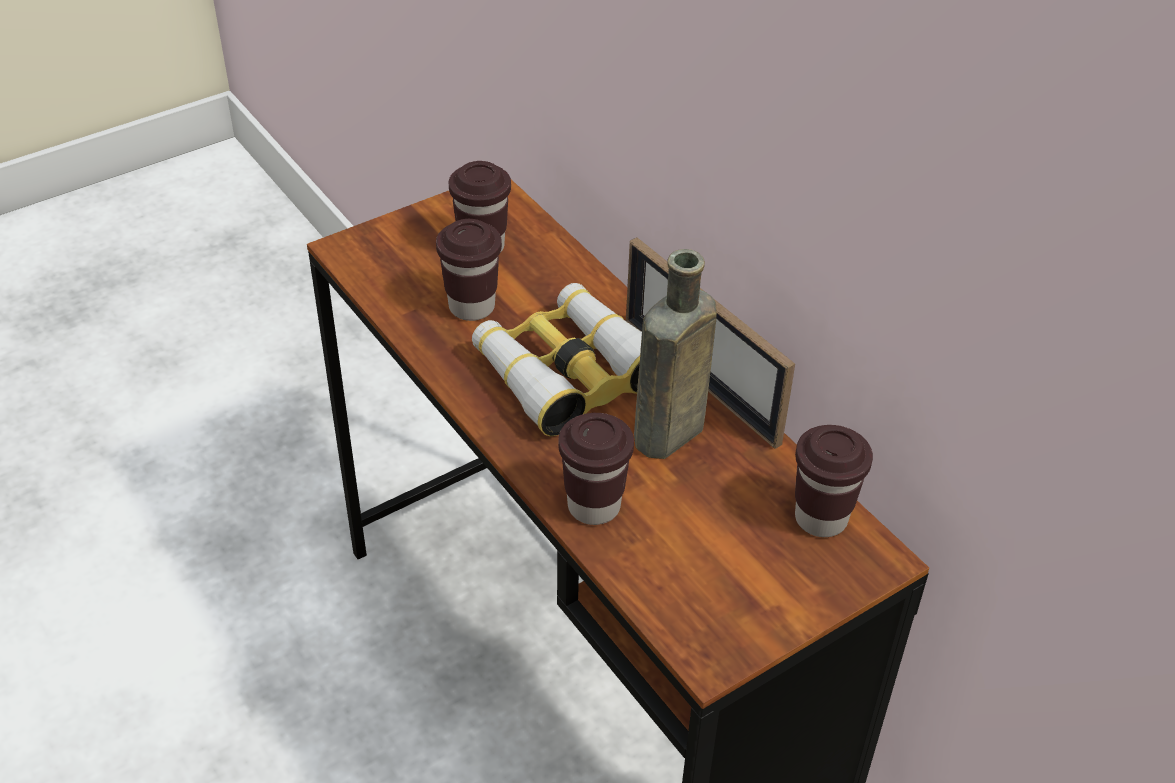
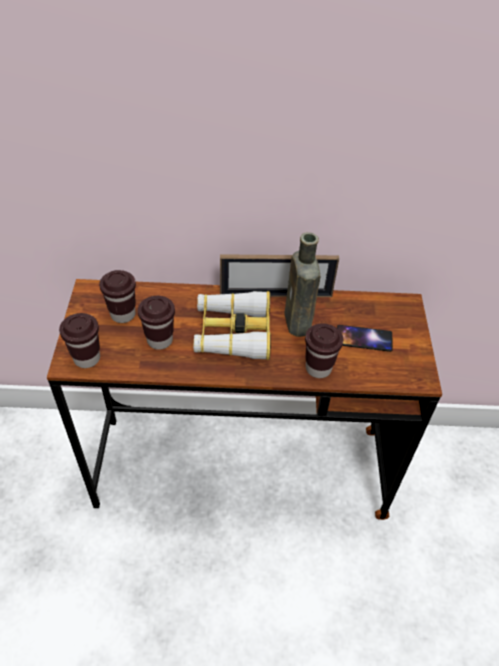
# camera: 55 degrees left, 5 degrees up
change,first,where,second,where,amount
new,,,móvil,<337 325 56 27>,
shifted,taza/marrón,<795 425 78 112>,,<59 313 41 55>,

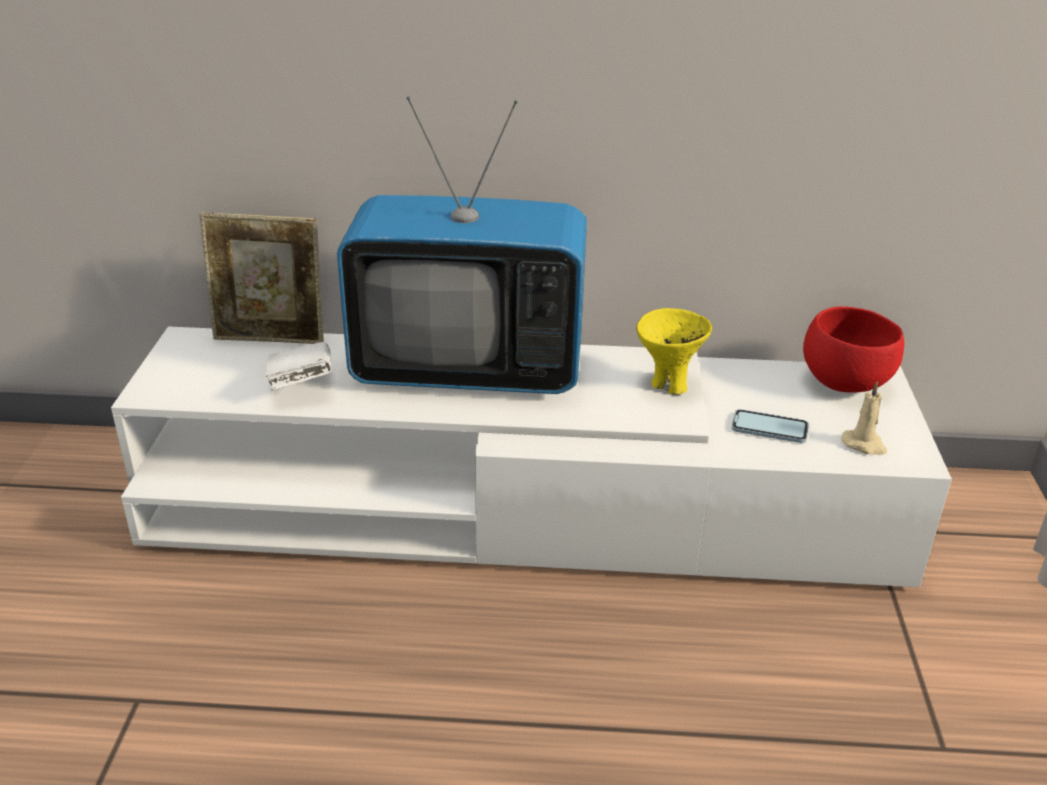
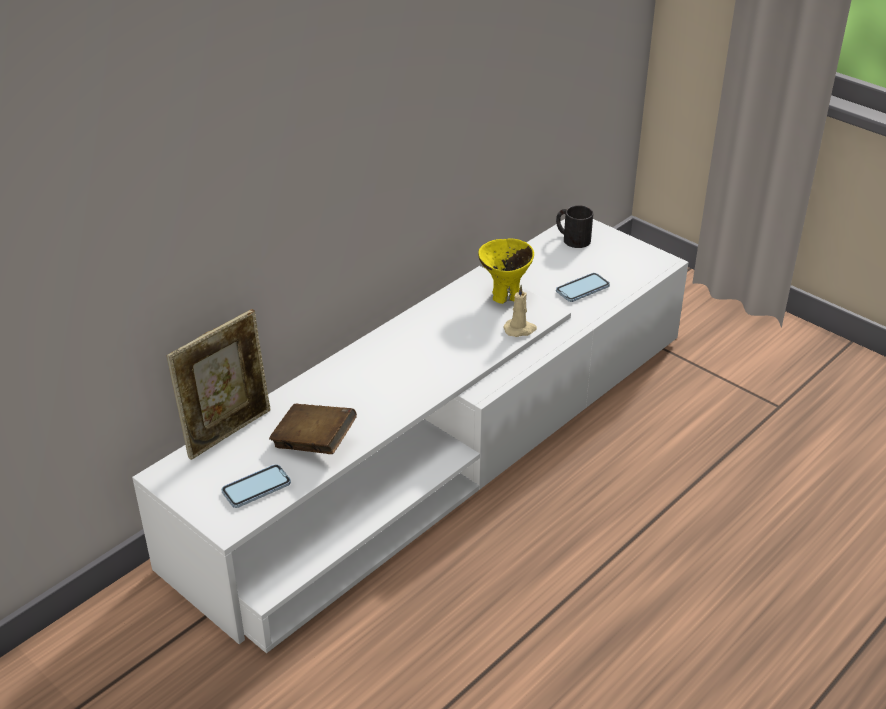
# camera: 50 degrees left, 5 degrees up
change,first,where,second,where,amount
gone,televisor,<337 96 250 298>,,,
new,,,móvil,<221 464 70 44>,
shifted,vela/beis,<841 382 46 73>,,<503 285 34 52>,
swapped,cuenco/rojo,<803 306 101 87>,taza grande/negro,<556 205 37 43>,
repainted,libro/blanco,<265 342 66 48>,libro/marrón,<269 404 88 50>,

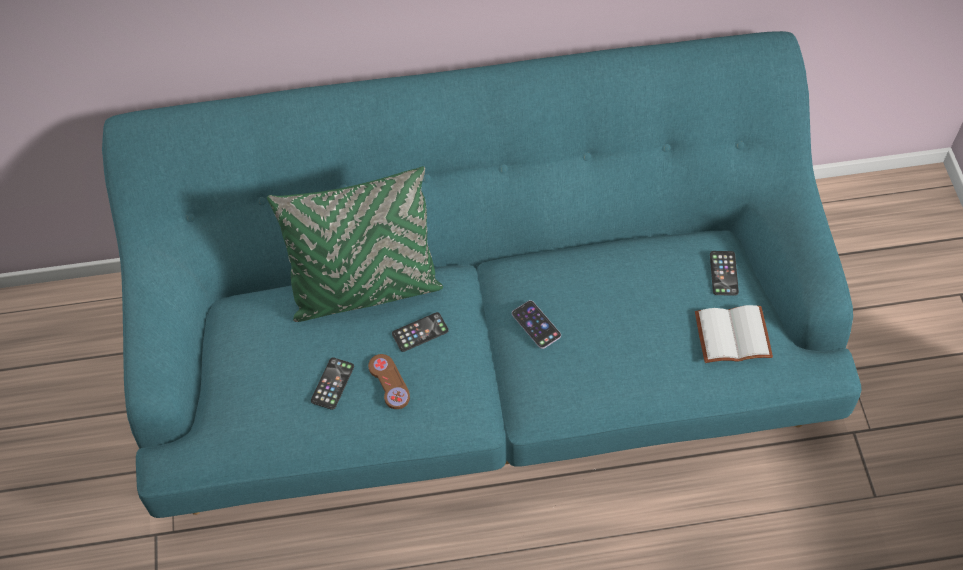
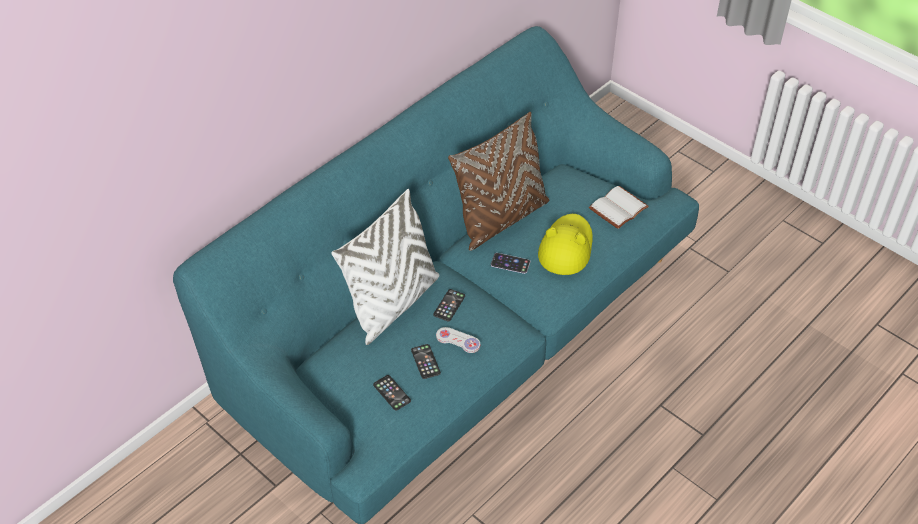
# camera: 40 degrees left, 10 degrees down
change,first,where,second,where,amount
new,,,cojín/marrón,<448 112 101 139>,
new,,,sombrero/amarillo,<538 214 55 61>,
shifted,móvil,<710 251 29 44>,,<373 375 38 36>,
repainted,cojín/verde,<267 166 176 156>,cojín/blanco,<331 189 108 156>,
repainted,mando de consola/marrón,<368 354 42 55>,mando de consola/blanco,<436 327 44 26>,

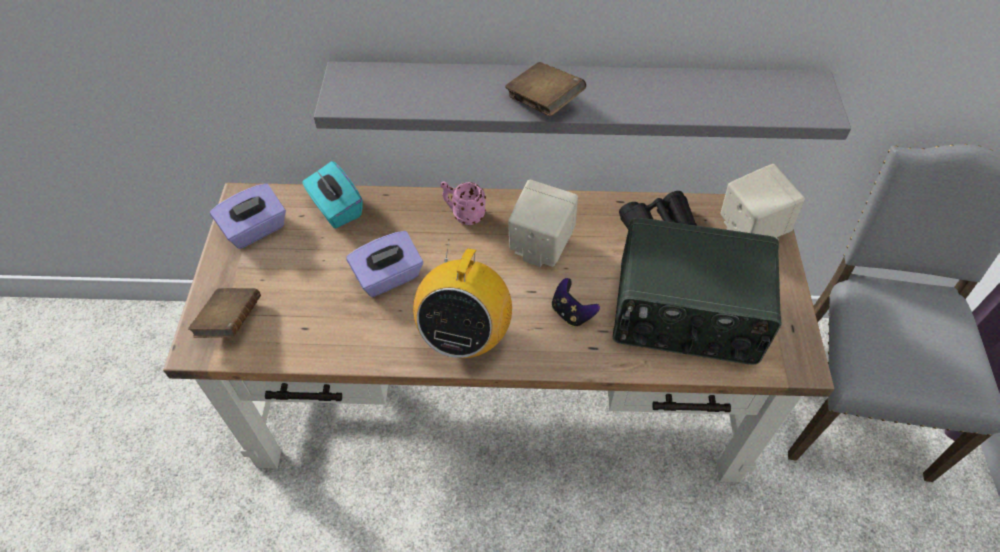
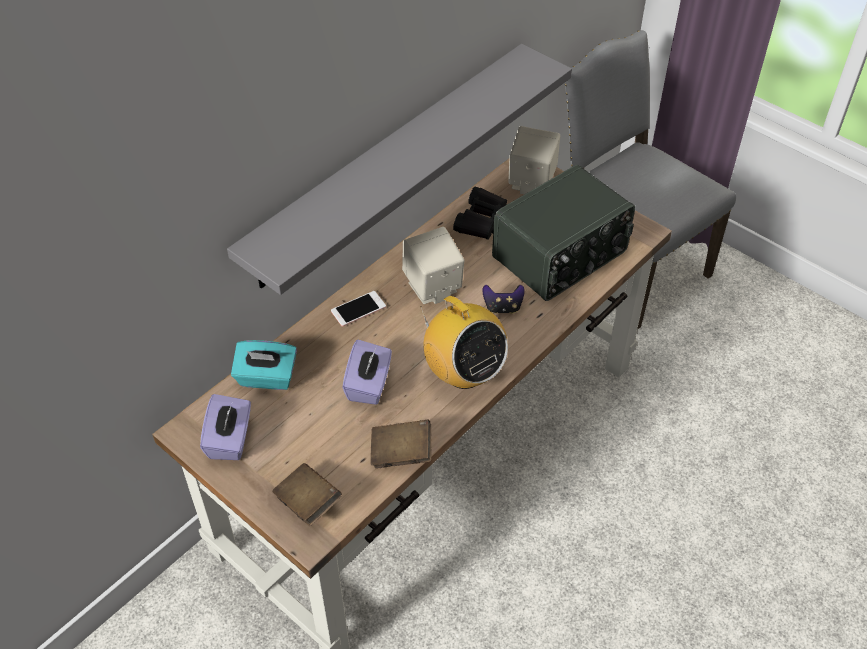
# camera: 50 degrees left, 5 degrees down
change,first,where,second,where,amount
shifted,libro/marrón,<505 62 81 54>,,<370 419 61 49>,
swapped,taza grande/rosa,<440 182 46 43>,móvil,<331 291 55 36>,

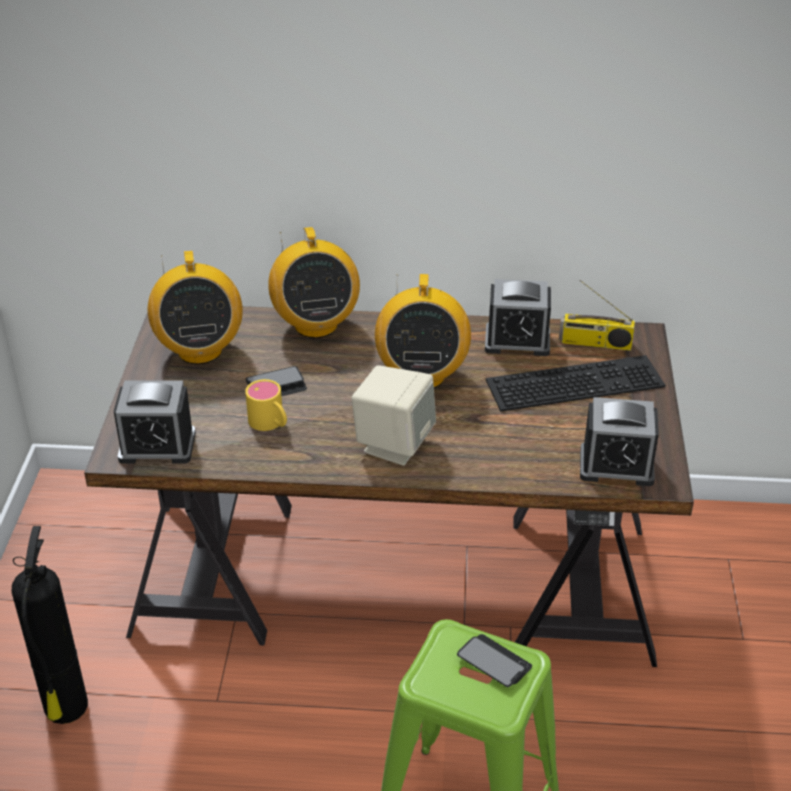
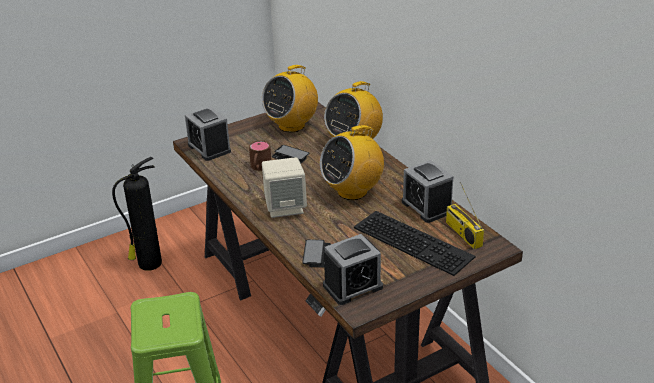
# camera: 55 degrees right, 5 degrees down
change,first,where,second,where,amount
shifted,móvil,<457 634 75 53>,,<302 240 29 28>,
repainted,taza grande/amarillo,<245 379 42 52>,taza grande/marrón,<249 140 22 31>,
rotated,despertador,<580 397 79 89>,,<323 234 60 71>,90 degrees counterclockwise

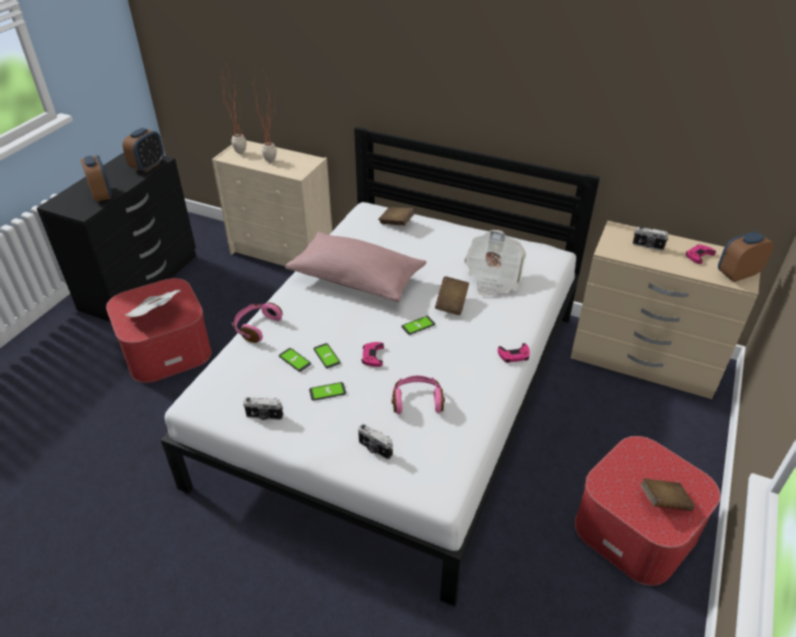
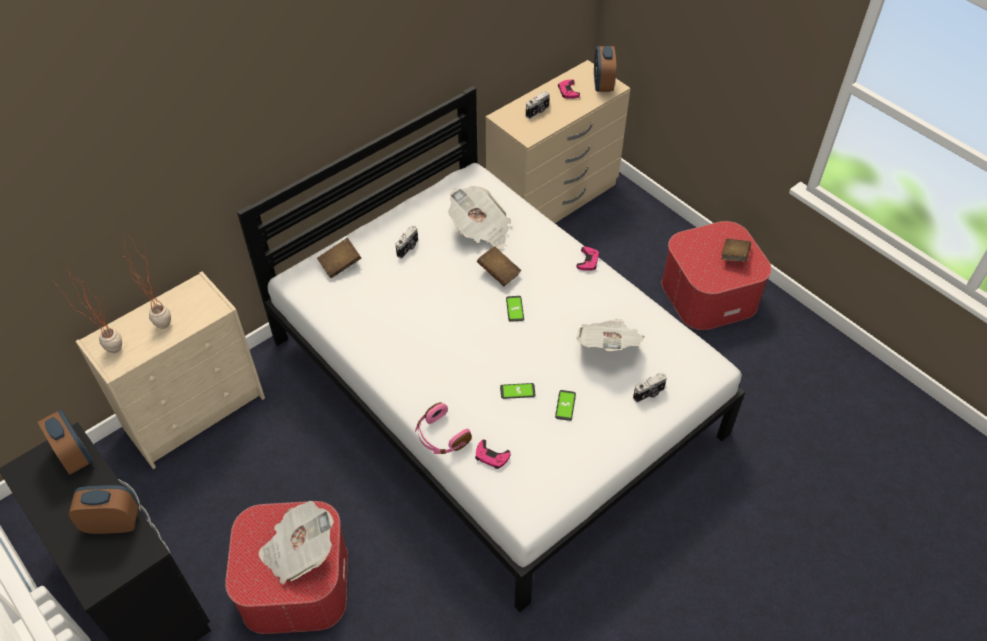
# camera: 65 degrees left, 10 degrees up
change,first,where,second,where,amount
gone,móvil,<279 348 32 24>,,,
gone,cojín/rosa,<285 232 141 70>,,,
shifted,cámara,<243 397 40 23>,,<396 226 22 33>,
shifted,mando de consola/rosa,<361 342 23 25>,,<475 439 35 30>,
swapped,auriculares/rosa,<392 376 53 38>,periódico,<576 319 69 32>,

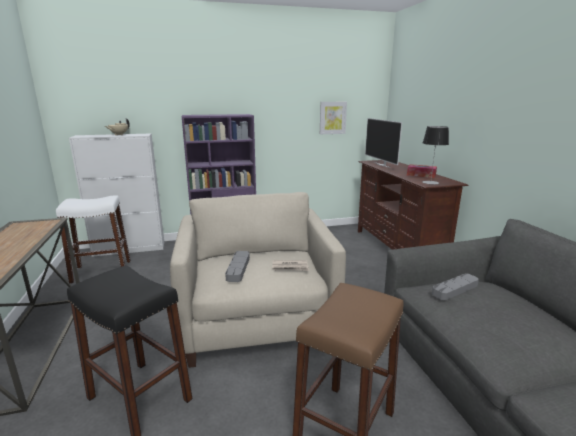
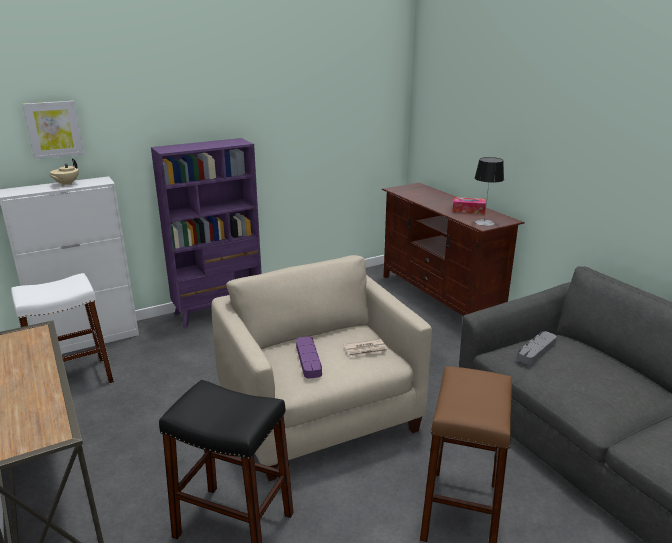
# camera: 15 degrees left, 5 degrees up
change,first,where,second,where,amount
gone,televisor,<365 118 37 50>,,,
shifted,cuadro,<320 102 27 32>,,<22 101 62 58>,
repainted,bandeja/gris,<225 251 25 31>,bandeja/morado,<296 336 26 42>,

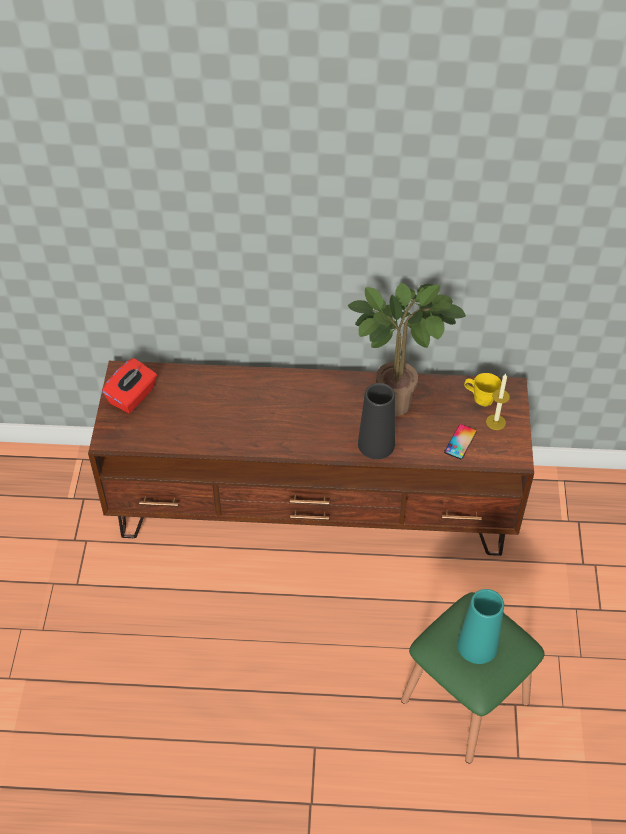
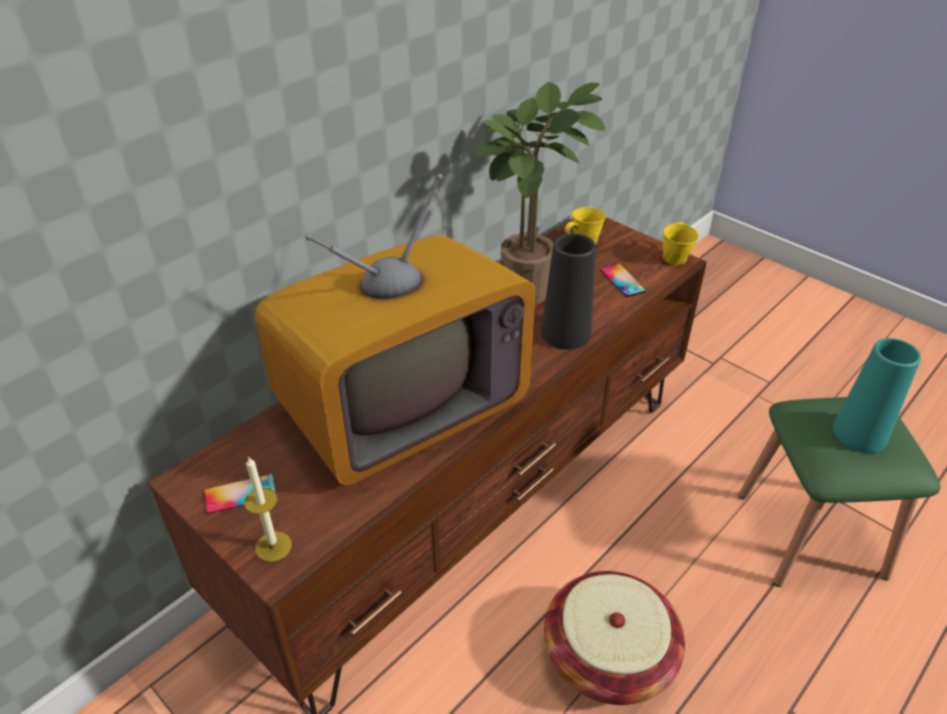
# camera: 50 degrees left, 10 degrees down
change,first,where,second,where,amount
new,,,televisor,<255 174 281 311>,
new,,,cesta,<544 571 141 134>,
new,,,taza grande/amarillo,<663 222 35 43>,
shifted,vela,<486 374 24 56>,,<244 457 48 105>,
swapped,caja de pañuelos/rojo,<102 358 55 55>,móvil,<204 474 72 40>,

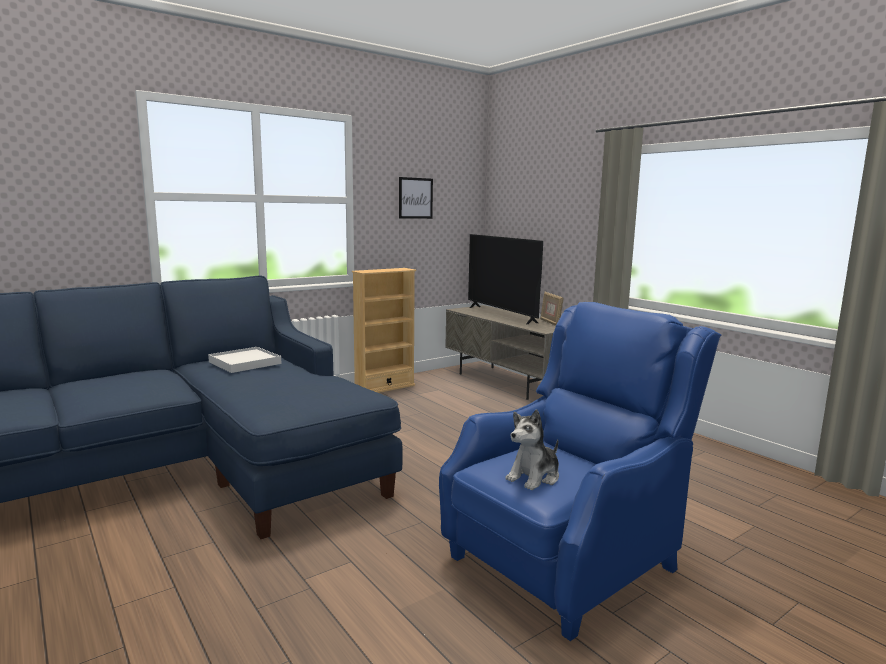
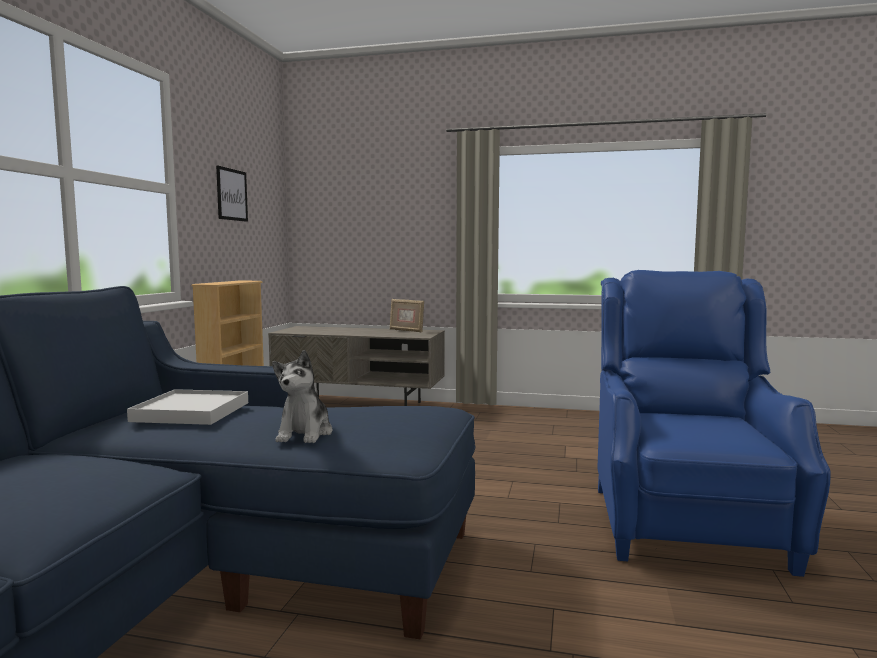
# camera: 40 degrees left, 5 degrees down
change,first,where,second,where,amount
gone,televisor,<468 234 75 90>,,,
shifted,peluche,<505 409 54 81>,,<272 350 61 93>,

